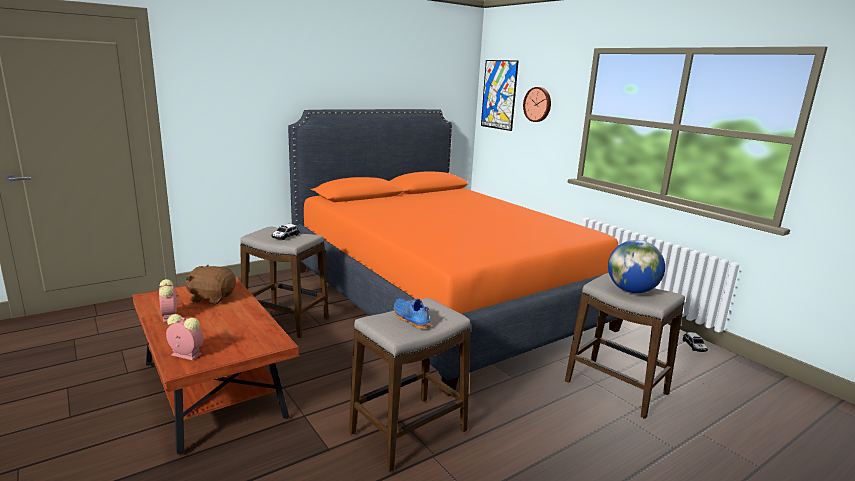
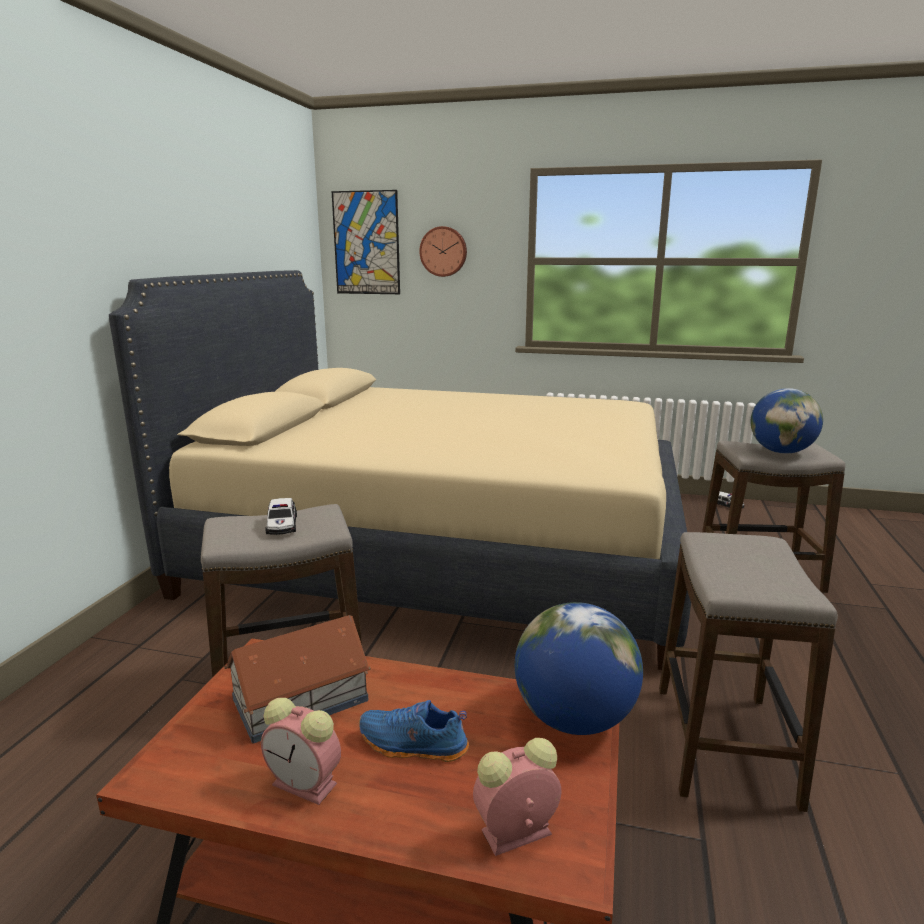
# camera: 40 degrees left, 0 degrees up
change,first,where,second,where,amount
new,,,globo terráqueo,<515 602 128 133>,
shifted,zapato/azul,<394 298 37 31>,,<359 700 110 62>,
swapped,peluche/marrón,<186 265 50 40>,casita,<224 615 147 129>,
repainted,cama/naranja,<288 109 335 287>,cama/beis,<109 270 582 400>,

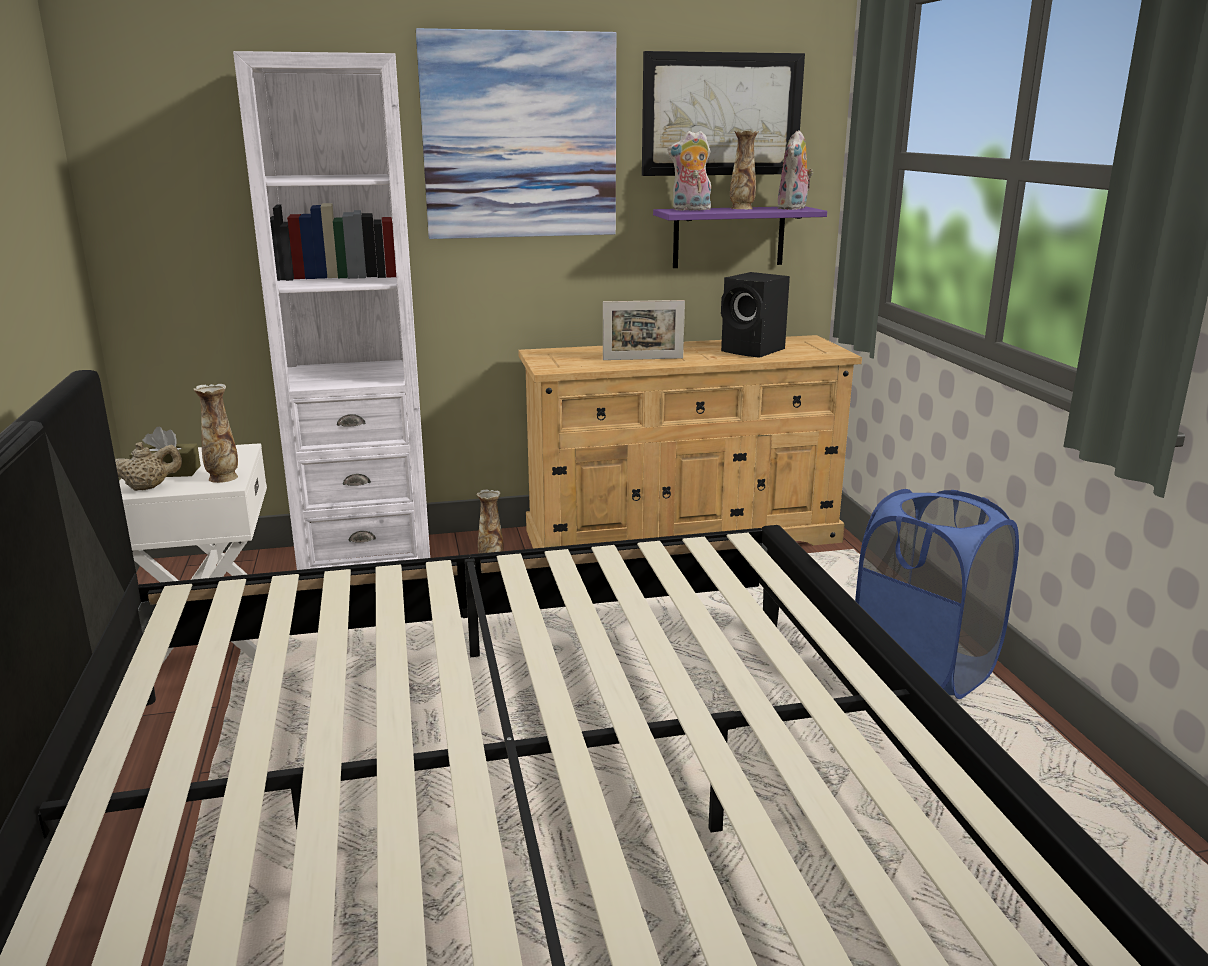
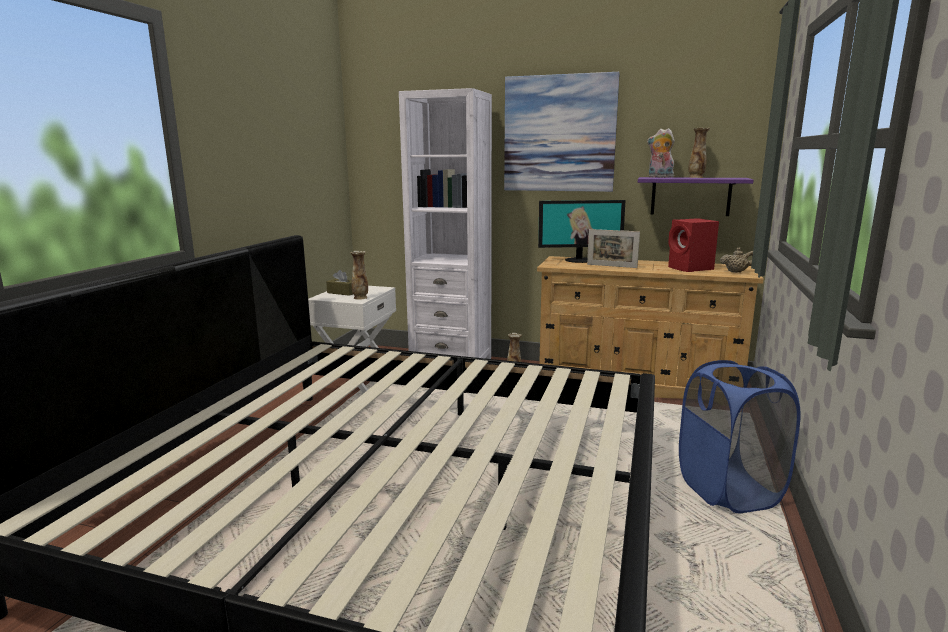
# camera: 30 degrees right, 5 degrees down
change,first,where,second,where,amount
gone,cuadro,<642 51 163 125>,,,
gone,peluche,<777 130 36 80>,,,
new,,,monitor,<538 200 87 63>,
shifted,tetera/beis,<115 442 67 49>,,<720 247 33 25>,
repainted,altavoz/negro,<721 272 69 86>,altavoz/rojo,<668 218 51 54>,

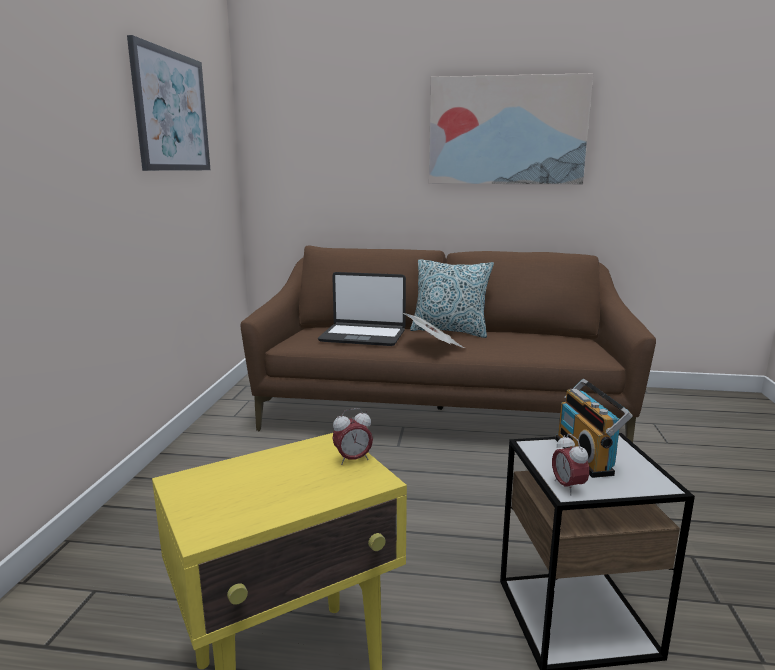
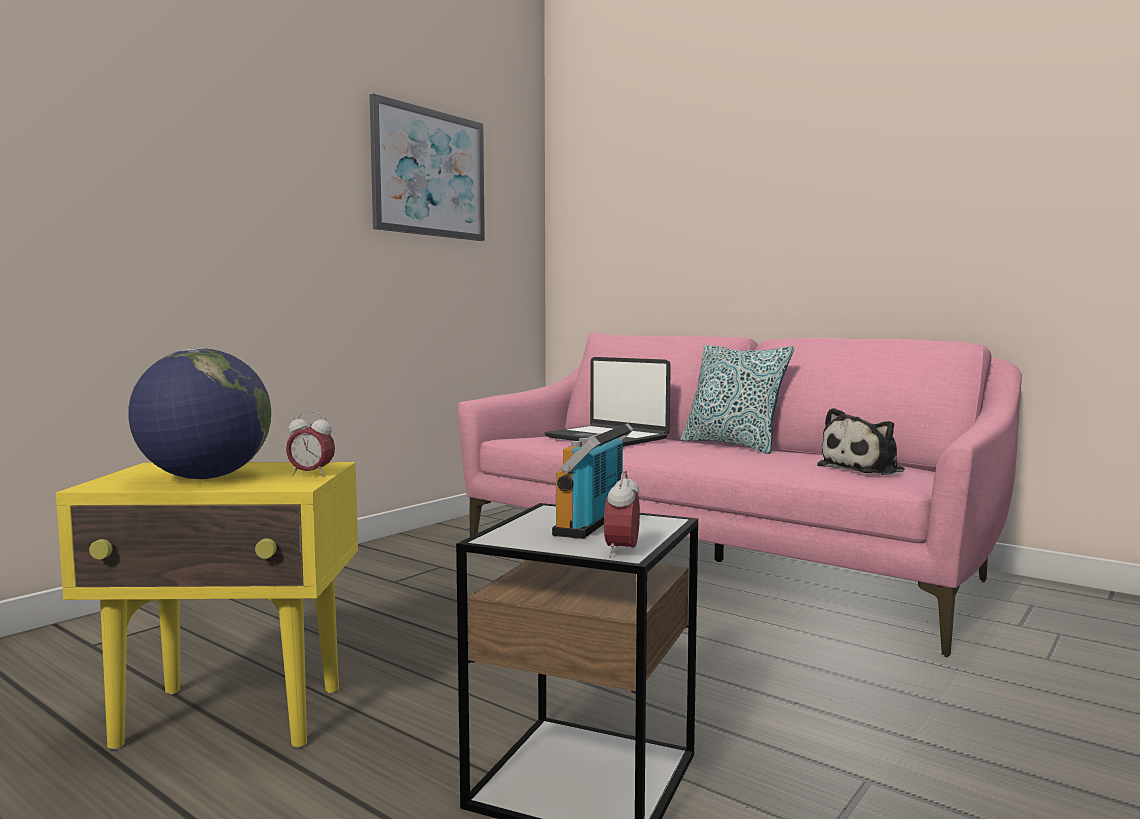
# camera: 30 degrees right, 10 degrees down
change,first,where,second,where,amount
gone,periódico,<403 313 62 35>,,,
gone,cuadro,<429 73 164 111>,,,
new,,,globo terráqueo,<128 348 143 131>,
new,,,peluche,<817 408 88 67>,
shifted,despertador,<552 434 37 61>,,<604 470 36 88>,
repainted,sofá/marrón,<240 245 416 197>,sofá/rosa,<458 332 564 325>,

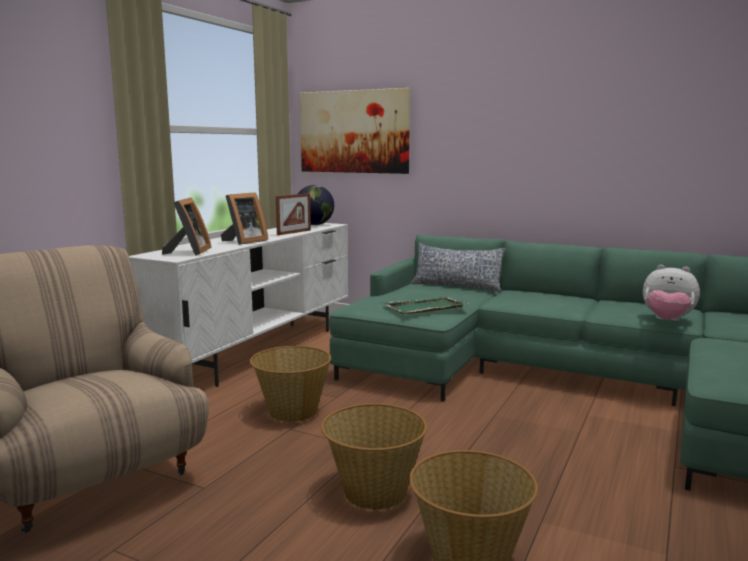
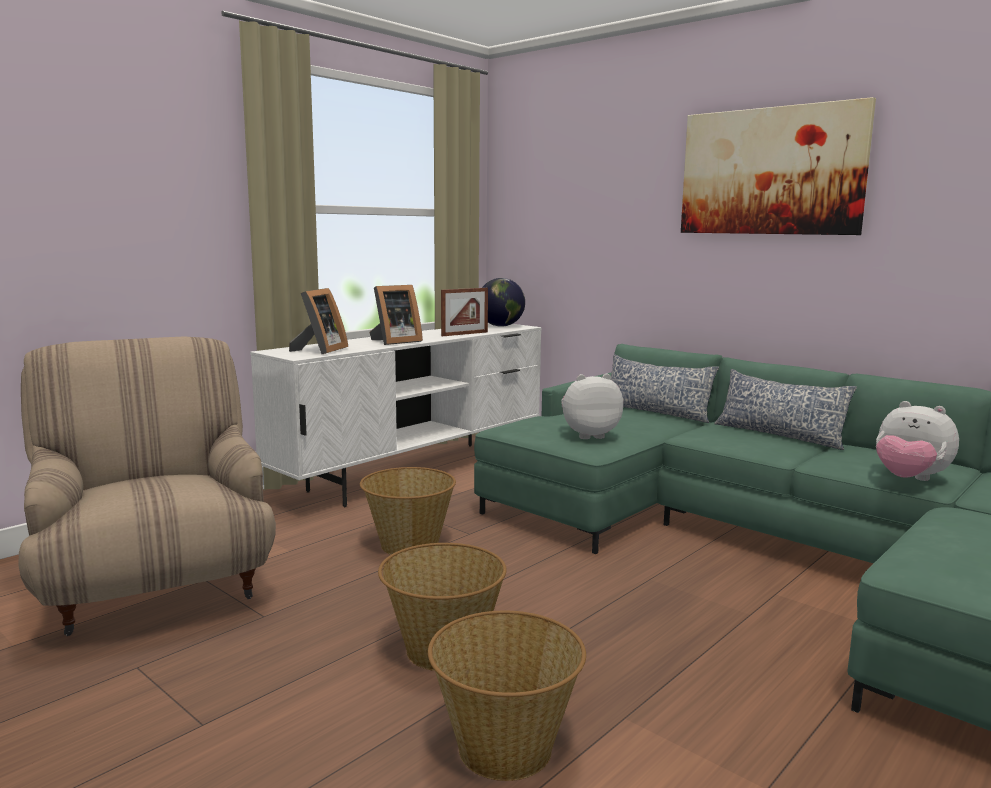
# camera: 15 degrees right, 0 degrees up
change,first,where,second,where,amount
new,,,cojín,<714 369 143 81>,
shifted,cuadro,<300 88 110 86>,,<681 97 195 138>,
swapped,bandeja/verde,<382 296 86 18>,peluche,<561 374 62 65>,

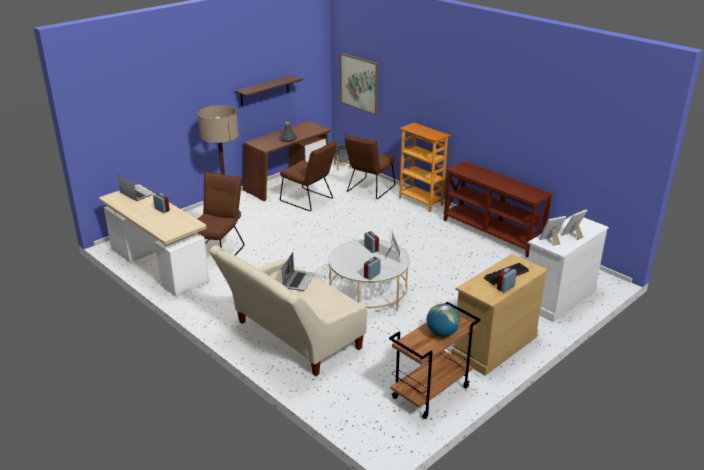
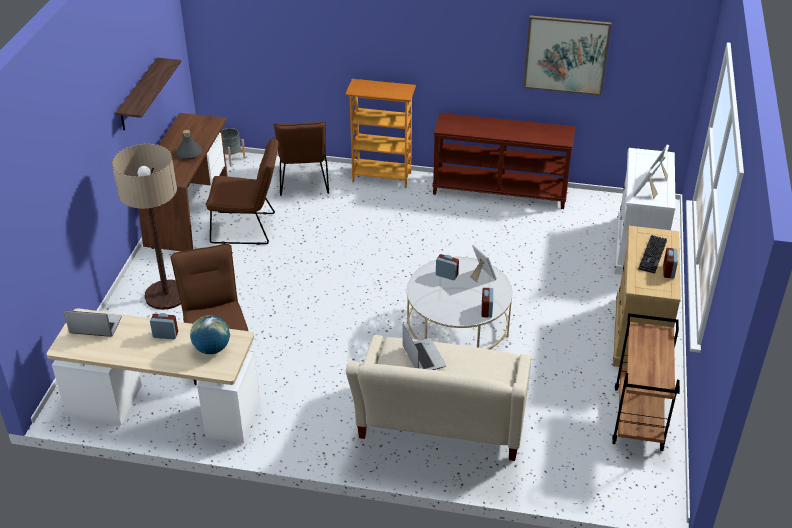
# camera: 35 degrees left, 10 degrees up
change,first,where,second,where,amount
shifted,cuadro,<340 53 38 62>,,<523 15 89 81>,
shifted,globo terráqueo,<427 303 33 34>,,<190 315 40 39>,

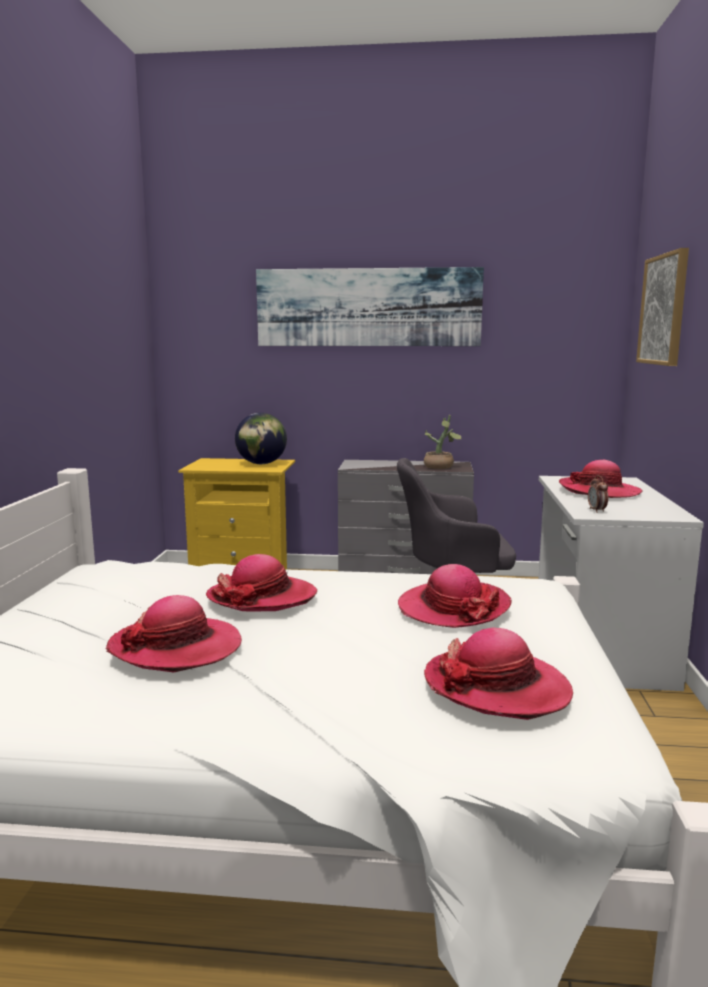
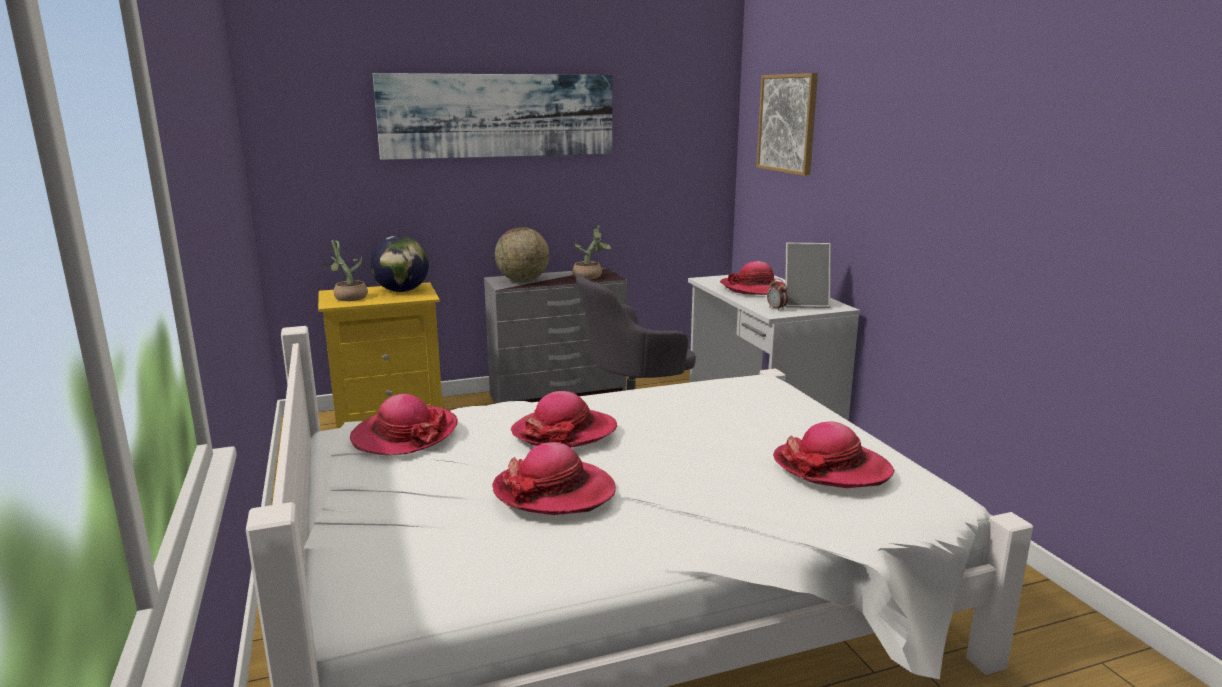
# camera: 25 degrees left, 5 degrees up
change,first,where,second,where,amount
new,,,planta en maceta,<320 240 48 61>,
new,,,globo terráqueo,<495 227 54 55>,
new,,,portarretratos,<785 243 46 65>,
shifted,sombrero,<398 564 114 64>,,<350 394 108 61>,

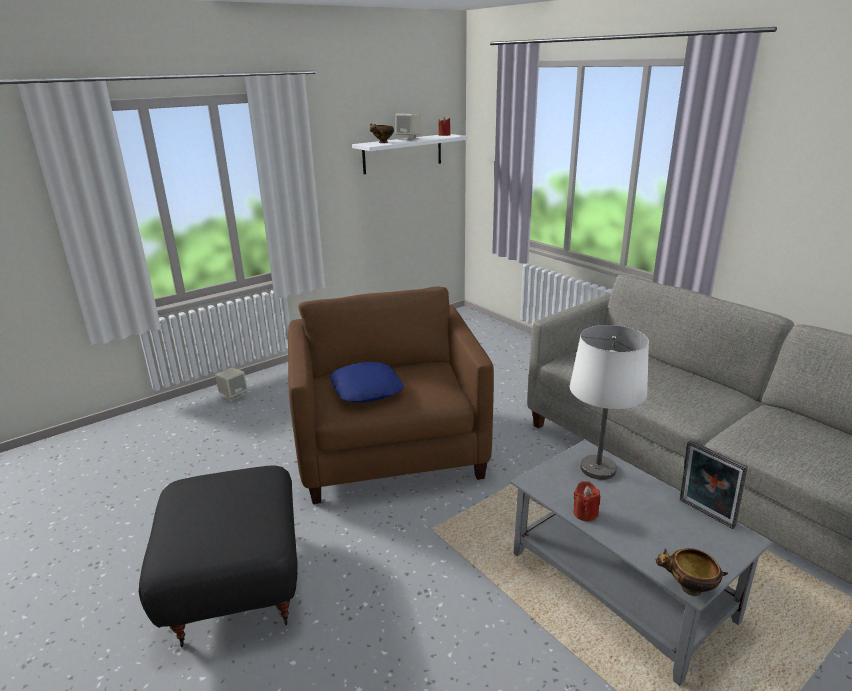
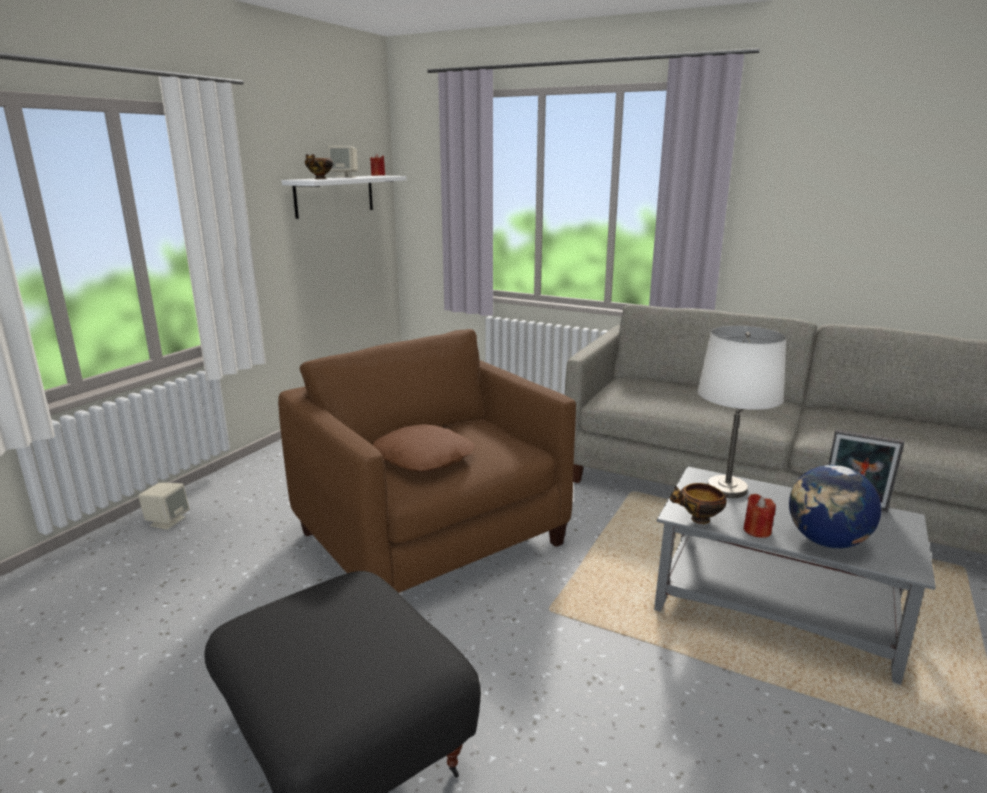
# camera: 25 degrees left, 5 degrees down
change,first,where,second,where,amount
new,,,globo terráqueo,<789 465 92 83>,
shifted,cuenco,<655 548 73 48>,,<670 483 59 41>,
repainted,cojín/azul,<330 362 74 40>,cojín/marrón,<373 424 102 48>,

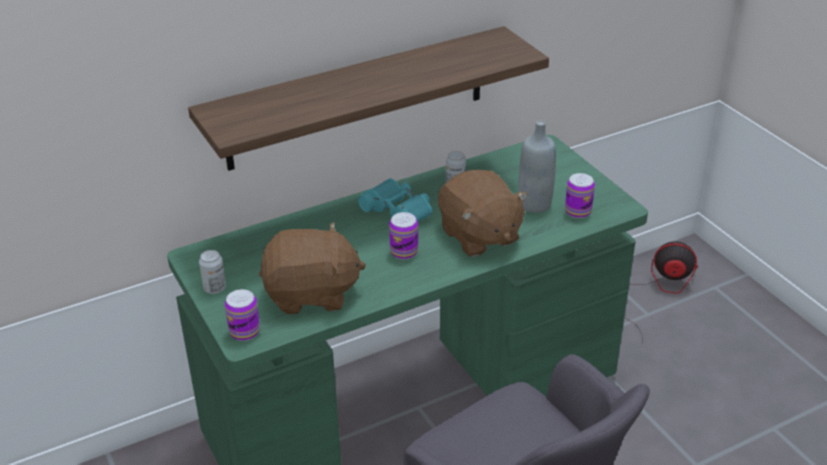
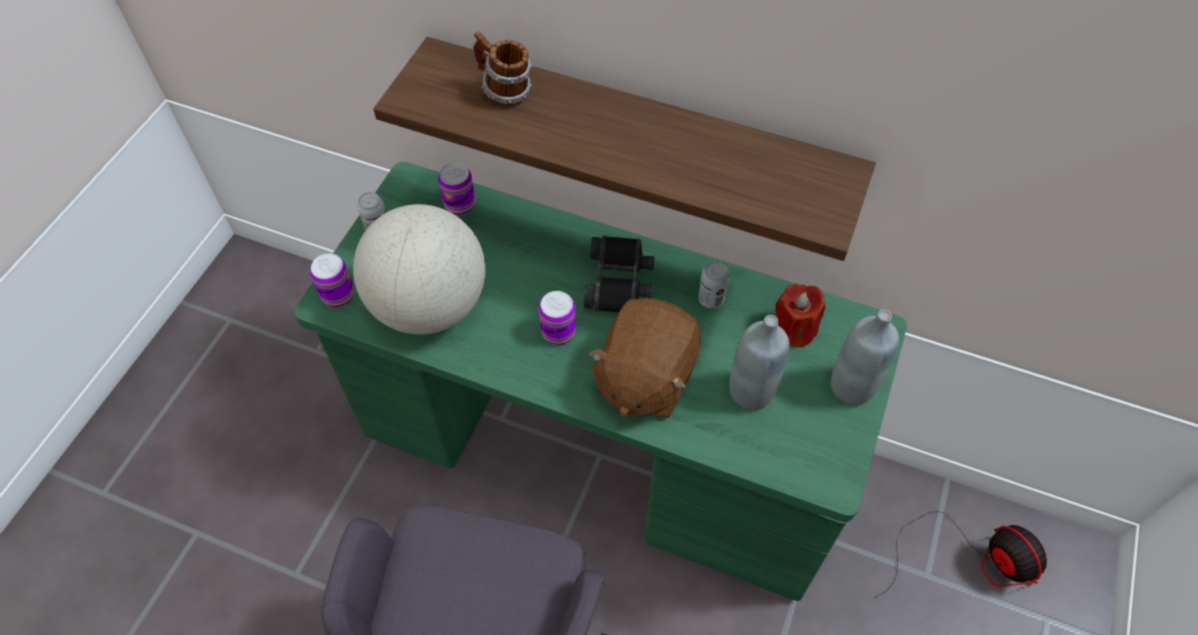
# camera: 50 degrees right, 20 degrees up
change,first,where,second,where,amount
new,,,taza grande,<473 31 59 75>,
new,,,vela/rojo,<775 284 50 63>,
new,,,botella/gris,<831 310 68 95>,
shifted,lata,<565 173 30 45>,,<438 163 38 52>,
swapped,peluche/marrón,<259 222 107 92>,globo terráqueo,<353 204 132 131>,
repainted,prismáticos/turquesa,<358 178 75 44>,prismáticos/negro,<584 236 71 76>,

